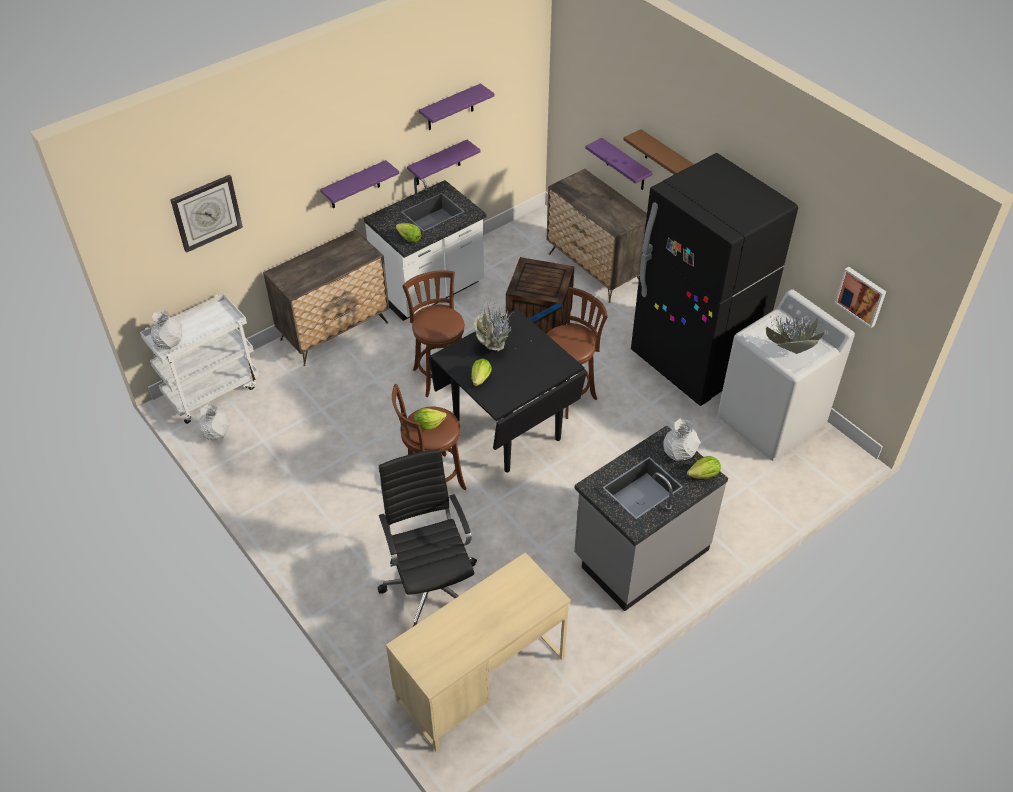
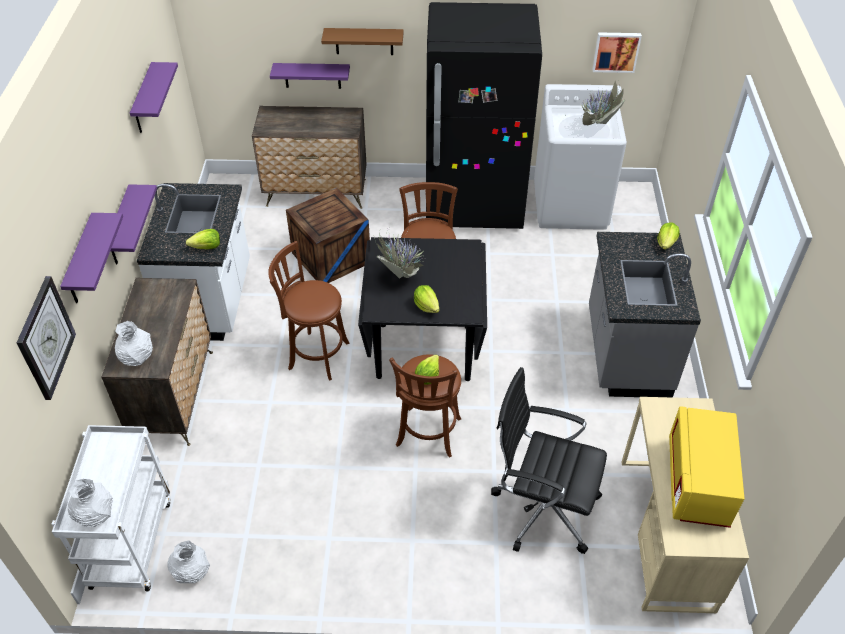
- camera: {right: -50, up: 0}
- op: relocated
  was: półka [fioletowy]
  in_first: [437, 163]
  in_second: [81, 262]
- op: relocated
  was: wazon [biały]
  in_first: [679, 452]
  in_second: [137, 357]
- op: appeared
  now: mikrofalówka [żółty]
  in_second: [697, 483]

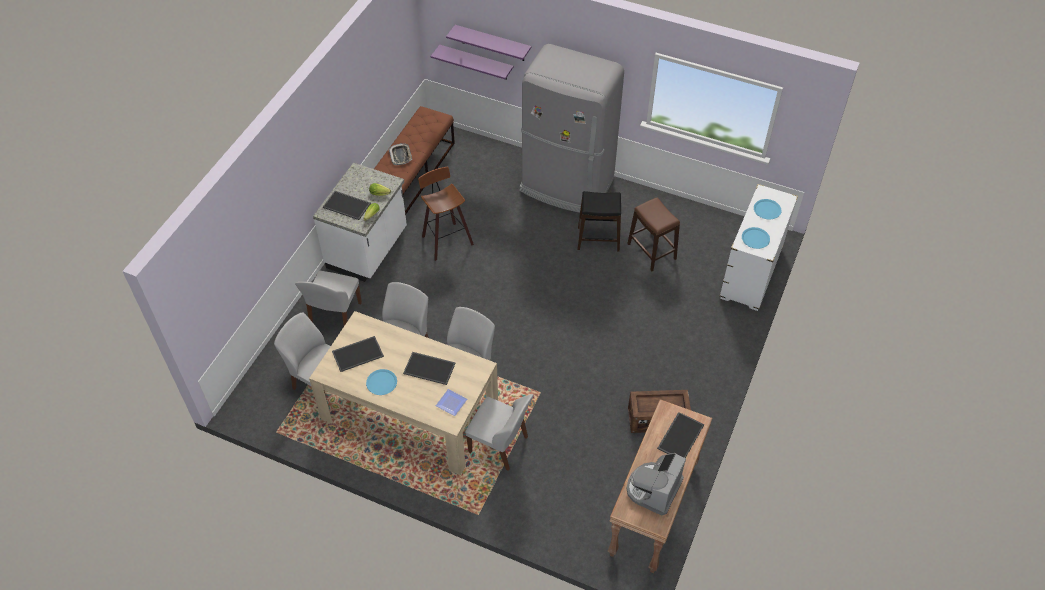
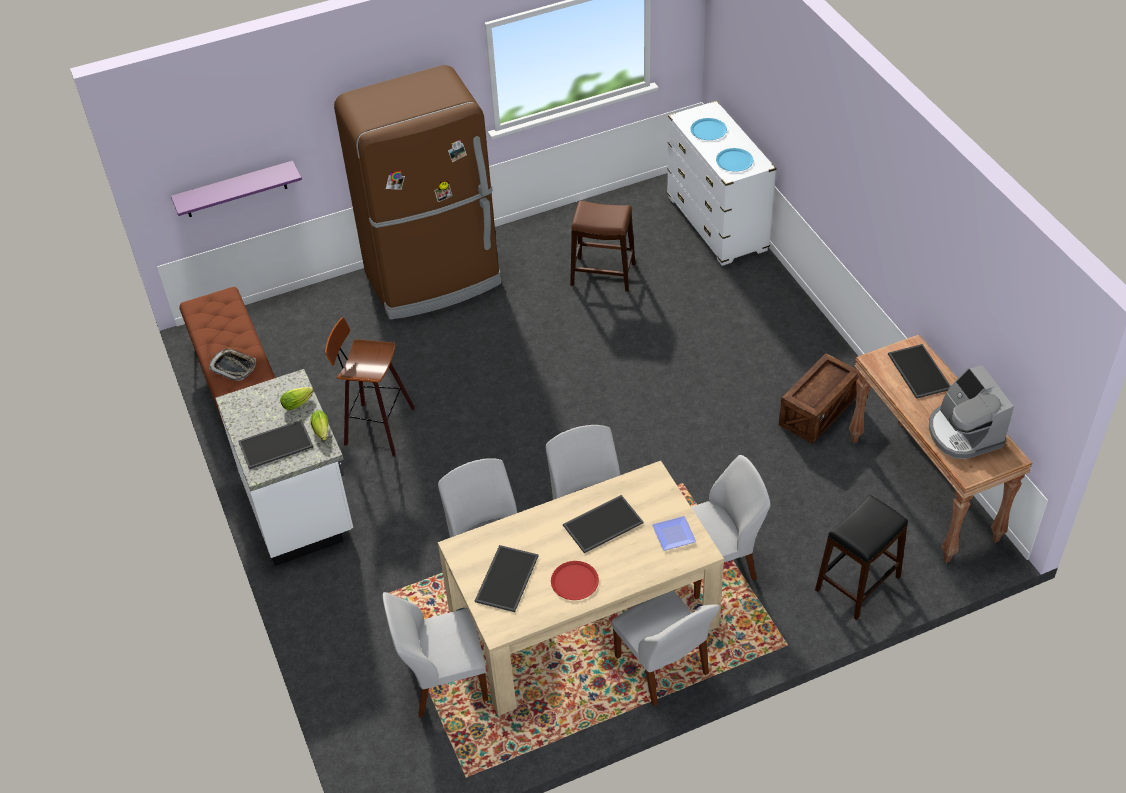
- camera: {right: -45, up: -5}
- op: colour
  was: lodówka [szary]
  now: lodówka [brązowy]
  in_first: [567, 186]
  in_second: [434, 279]
- op: colour
  was: talerz [niebieski]
  now: talerz [czerwony]
  in_first: [381, 382]
  in_second: [574, 581]
- op: relocated
  was: krzesło [biały]
  in_first: [335, 315]
  in_second: [663, 667]
- op: relocated
  was: stołek [czarny]
  in_first: [598, 239]
  in_second: [857, 583]
- op: missing
  was: półka [fioletowy]
  in_first: [493, 43]

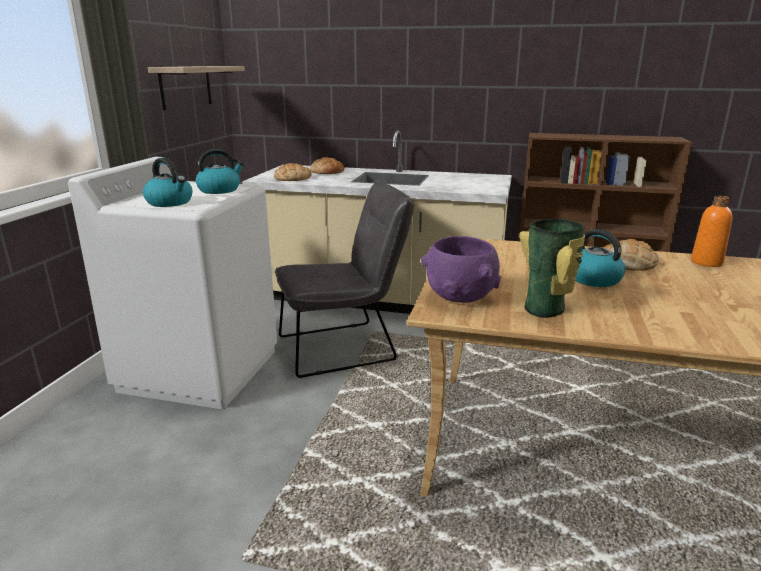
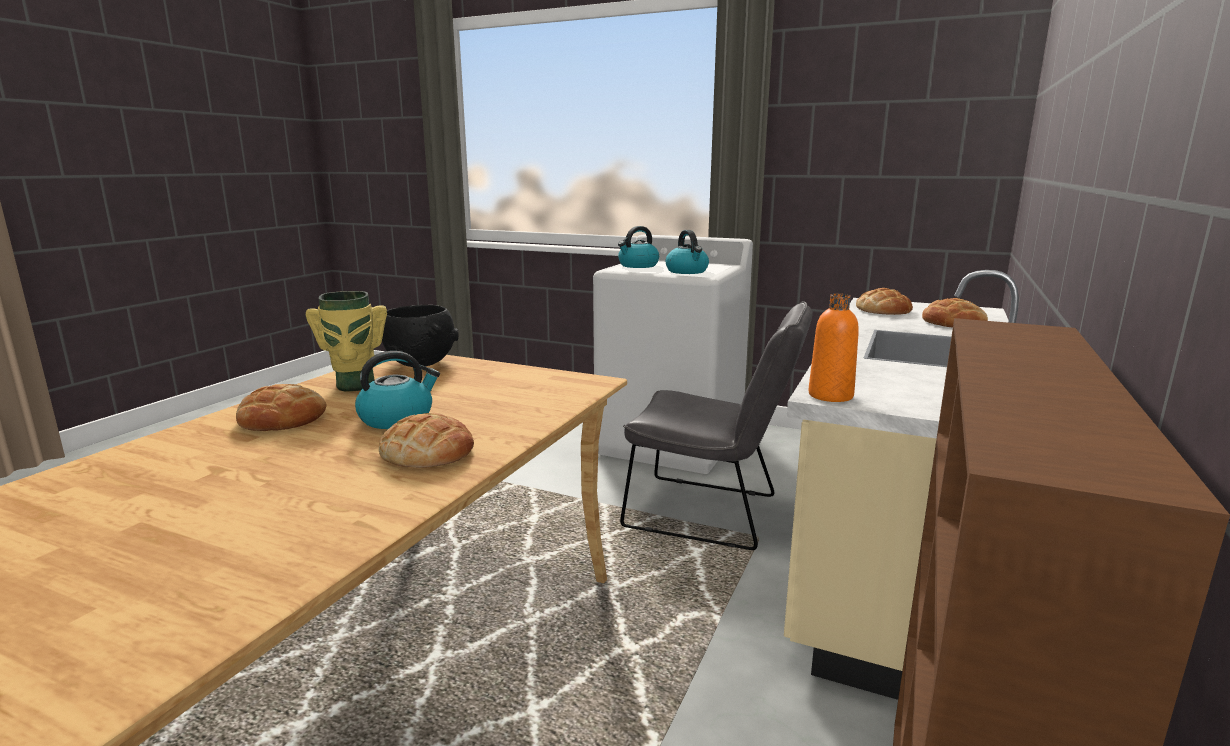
- camera: {right: 100, up: -5}
- op: appeared
  now: chleb
  in_second: [282, 418]
- op: colour
  was: miska [fioletowy]
  now: miska [czarny]
  in_first: [459, 297]
  in_second: [421, 363]
- op: spun
  was: krzesło [szary]
  in_first: [345, 347]
  in_second: [712, 514]
  clockwise: -60
- op: relocated
  was: butelka [pomarańczowy]
  in_first: [706, 262]
  in_second: [830, 395]
- op: missing
  was: półka
  in_first: [185, 86]

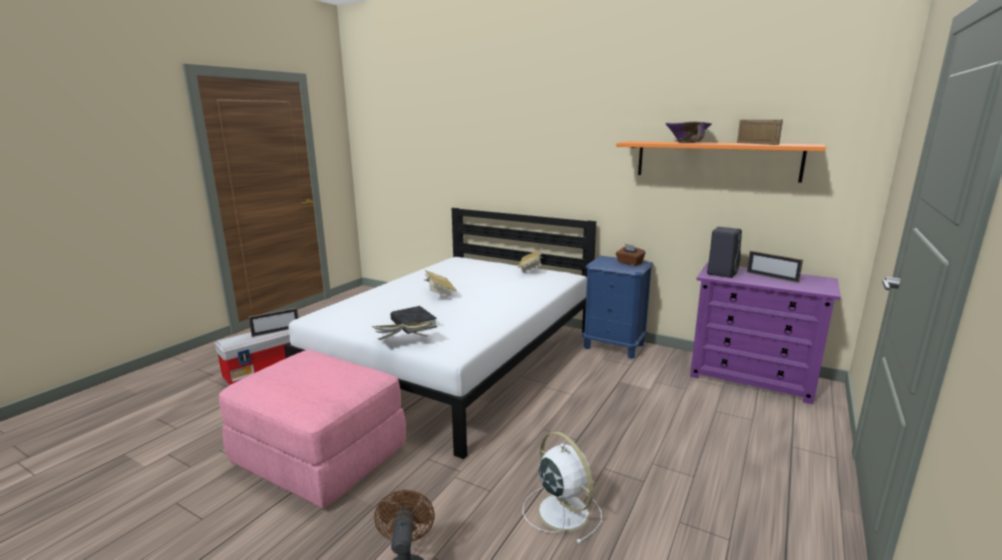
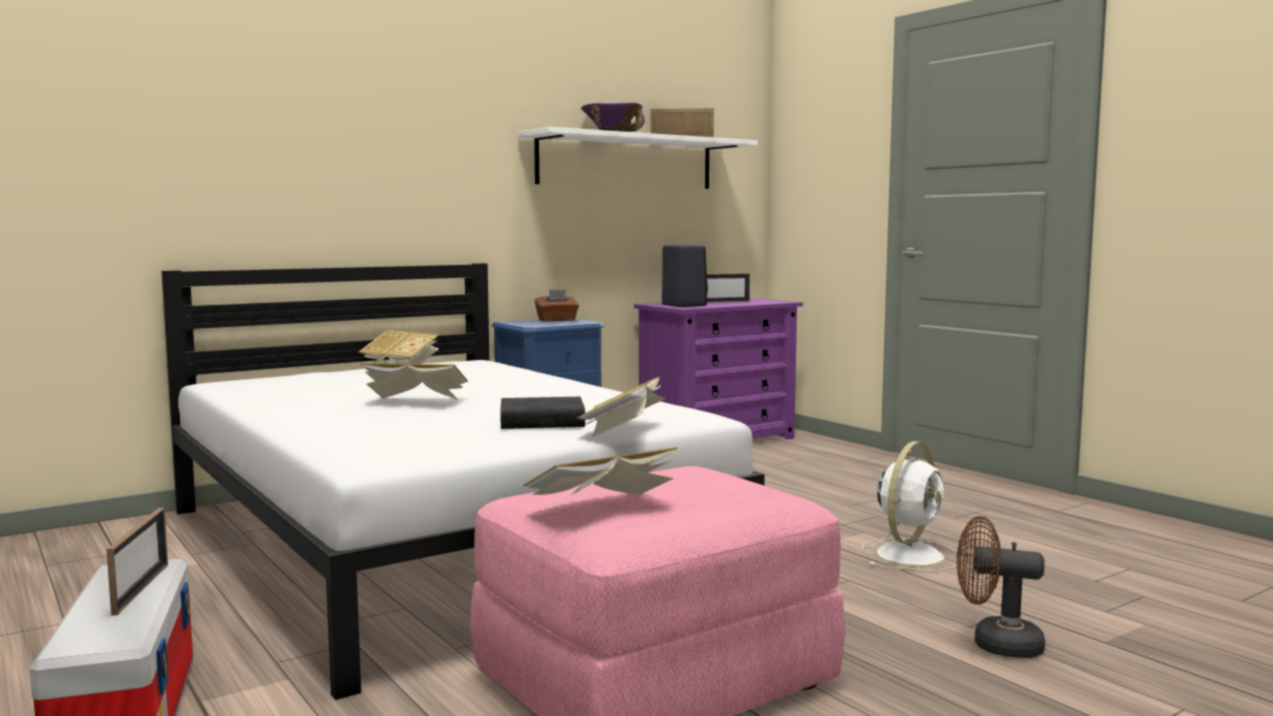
- camera: {right: -65, up: -10}
- op: colour
  was: półka [pomarańczowy]
  now: półka [biały]
  in_first: [716, 160]
  in_second: [626, 162]
- op: appeared
  now: książka
  in_second: [603, 509]
- op: spun
  was: wentylator [biały]
  in_first: [561, 510]
  in_second: [911, 555]
  clockwise: 135

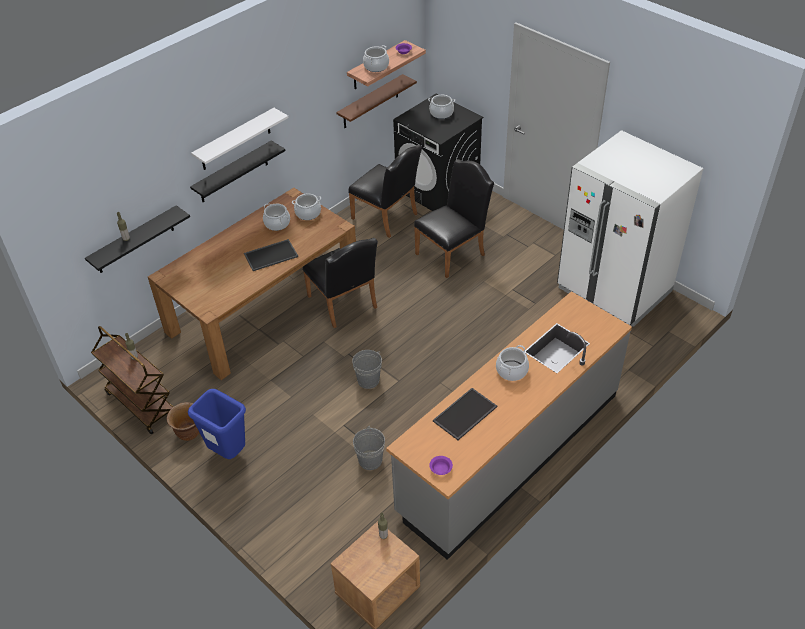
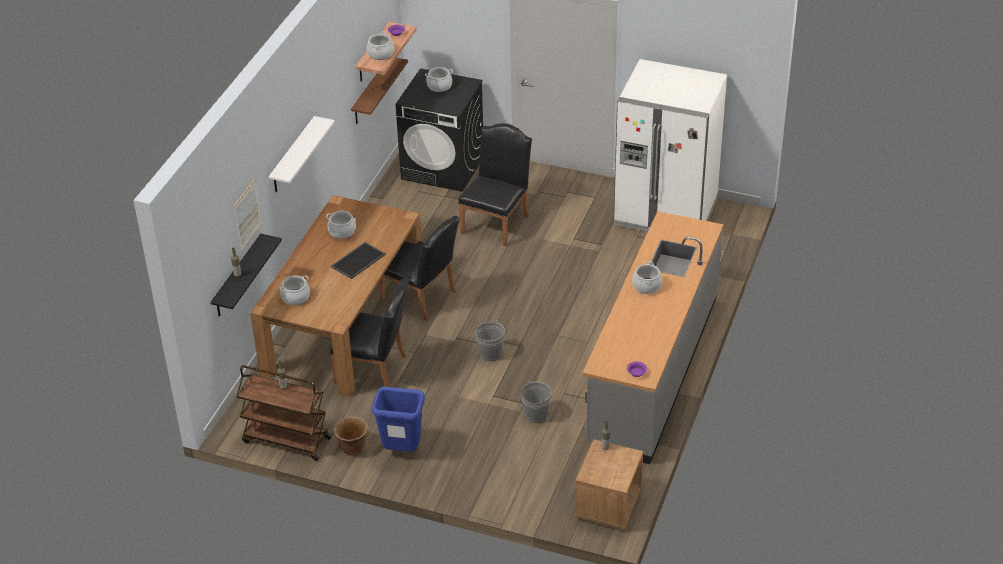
- camera: {right: -25, up: -5}
- op: appeared
  now: obraz
  in_second: [247, 215]
- op: relocated
  was: garnek
  in_first: [308, 213]
  in_second: [296, 297]
- op: relocated
  was: krzesło [czarny]
  in_first: [387, 218]
  in_second: [375, 370]
- op: missing
  was: półka [czarny]
  in_first: [233, 172]
- op: missing
  was: taca
  in_first: [465, 415]

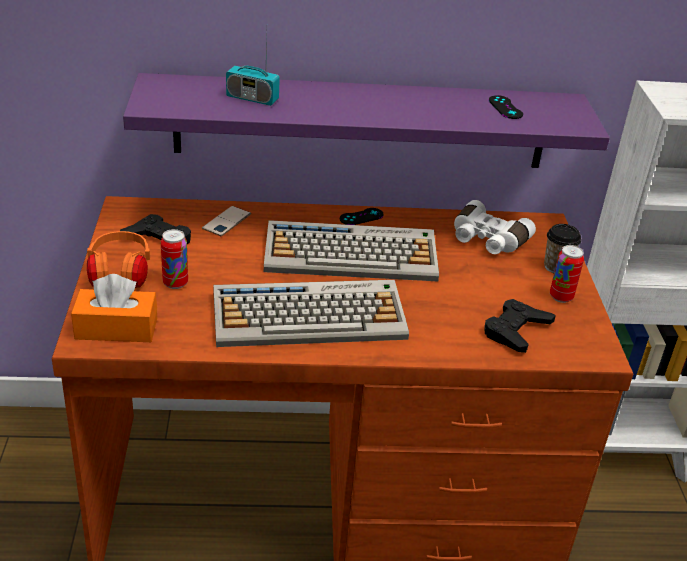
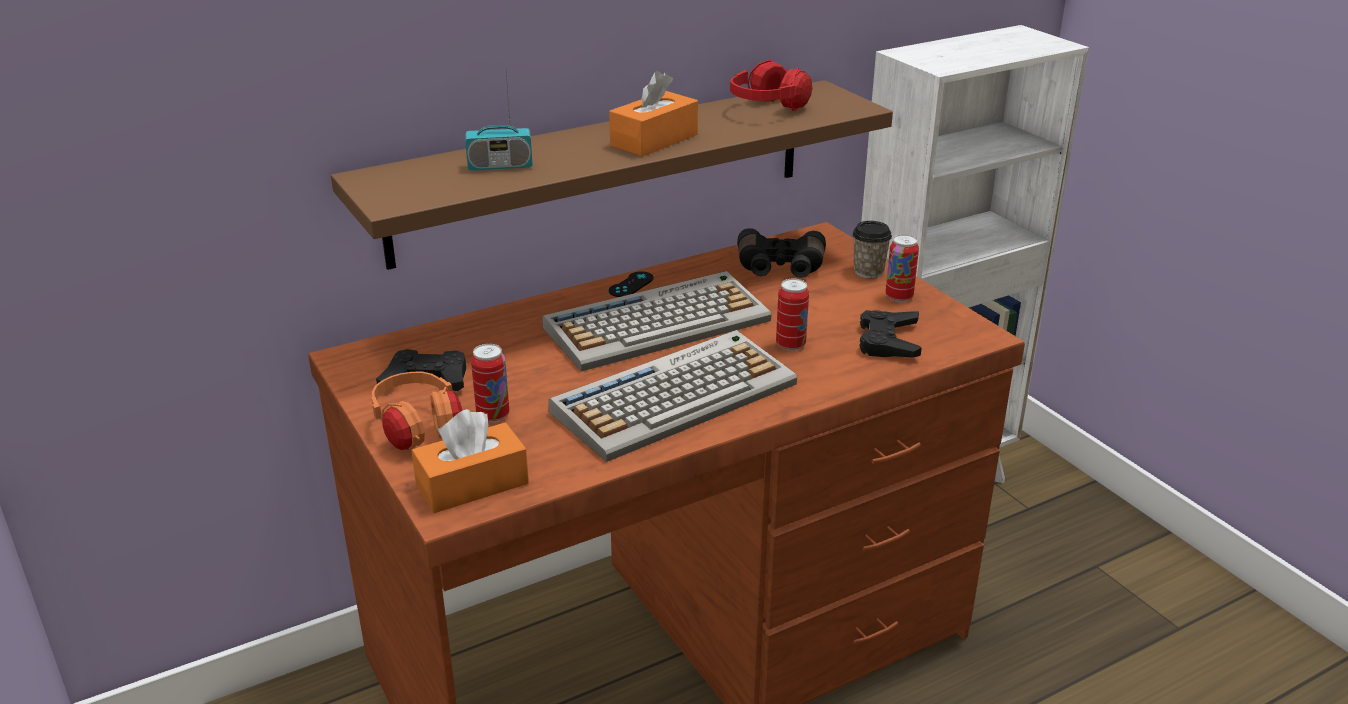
- camera: {right: -25, up: -5}
- op: colour
  was: półka [fioletowy]
  now: półka [brązowy]
  in_first: [361, 122]
  in_second: [603, 171]
- op: appeared
  now: pudełko chusteczek [pomarańczowy]
  in_second: [654, 140]
- op: exchanged
  was: pad do gier [czarny]
  now: słuchawki [czerwony]
  in_first: [505, 107]
  in_second: [769, 109]
- op: colour
  was: lornetka [biały]
  now: lornetka [czarny]
  in_first: [487, 240]
  in_second: [780, 268]
- op: appeared
  now: puszka
  in_second: [790, 345]
- op: missing
  was: telefon
  in_first: [226, 221]

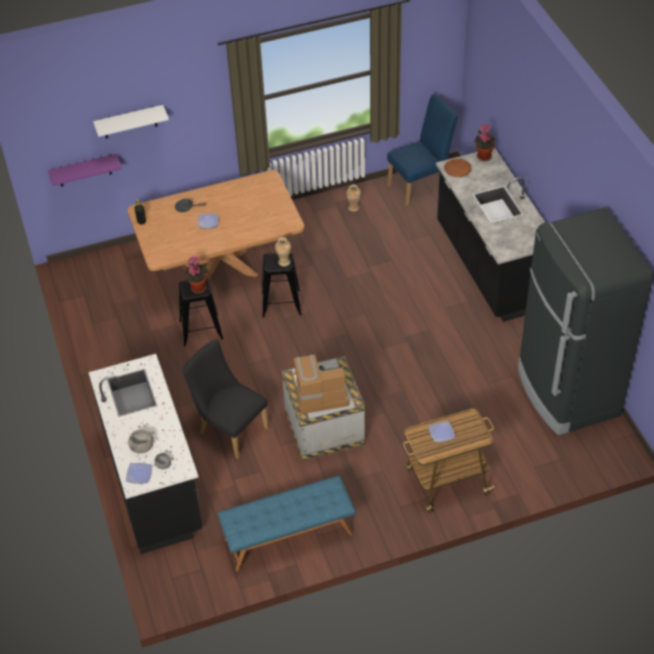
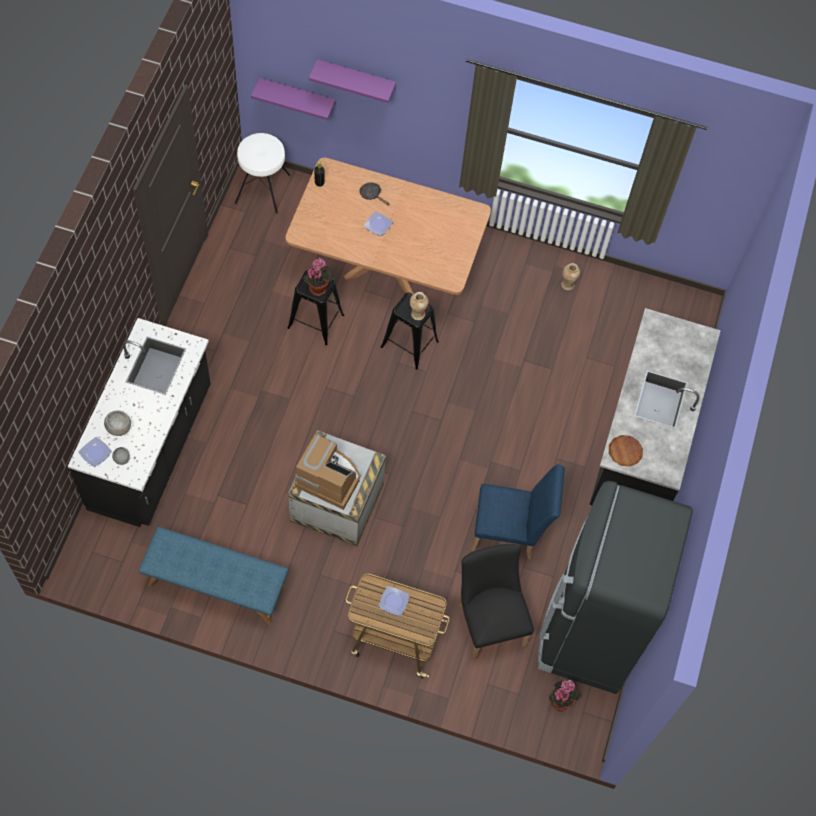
- camera: {right: 30, up: 15}
- op: appeared
  now: stołek [biały]
  in_second: [263, 189]
- op: colour
  was: półka [biały]
  now: półka [fioletowy]
  in_first: [130, 122]
  in_second: [356, 79]
- op: relocated
  was: krzesło [czarny]
  in_first: [229, 428]
  in_second: [489, 620]
- op: relocated
  was: krzesło [niebieski]
  in_first: [421, 186]
  in_second: [509, 534]
- op: relocated
  was: roślina doniczkowa
  in_first: [483, 156]
  in_second: [560, 700]
- op: relocated
  was: talerz [brązowy]
  in_first: [457, 169]
  in_second: [625, 452]

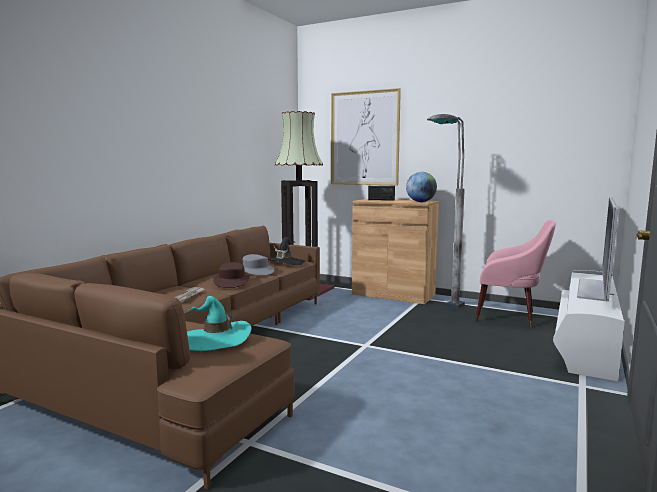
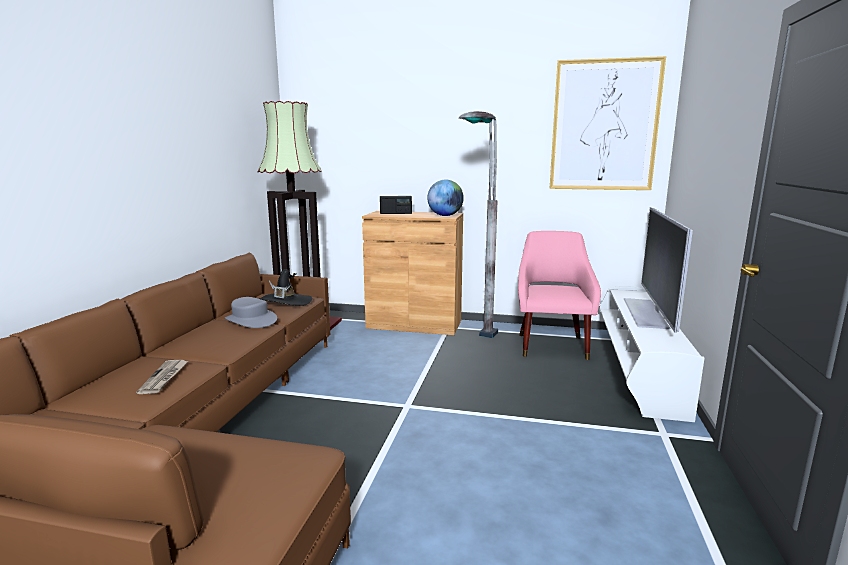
- camera: {right: -15, up: 5}
- op: spun
  was: fotel [różowy]
  in_first: [510, 317]
  in_second: [552, 344]
  clockwise: -90
- op: relocated
  was: obraz
  in_first: [364, 138]
  in_second: [604, 126]
- op: missing
  was: kapelusz [turkusowy]
  in_first: [215, 340]
- op: missing
  was: kapelusz [brązowy]
  in_first: [231, 282]

